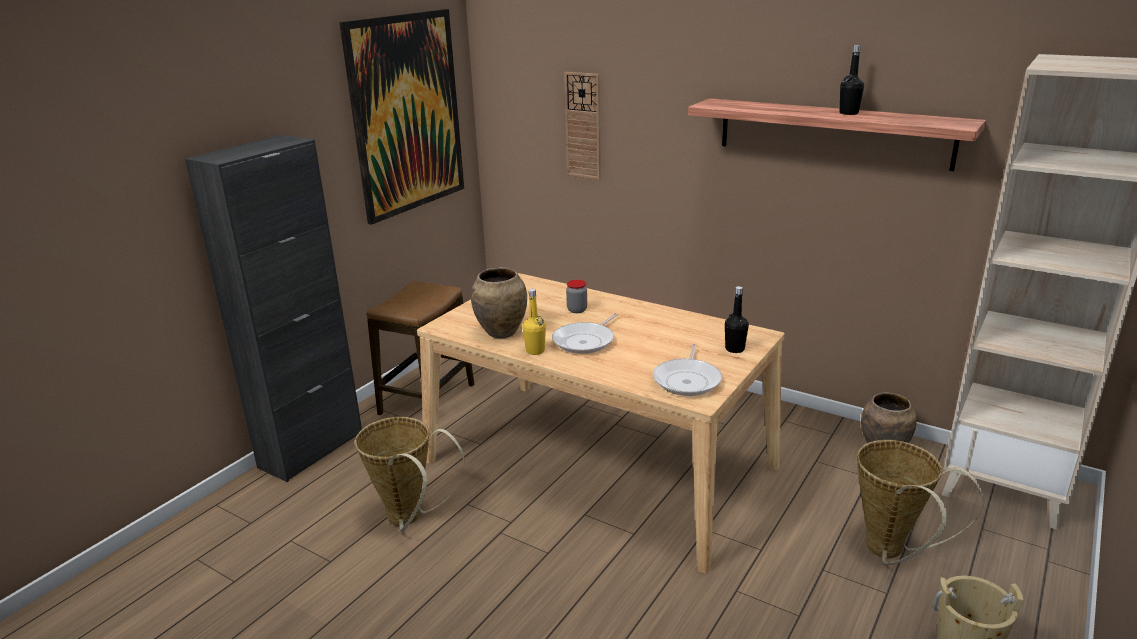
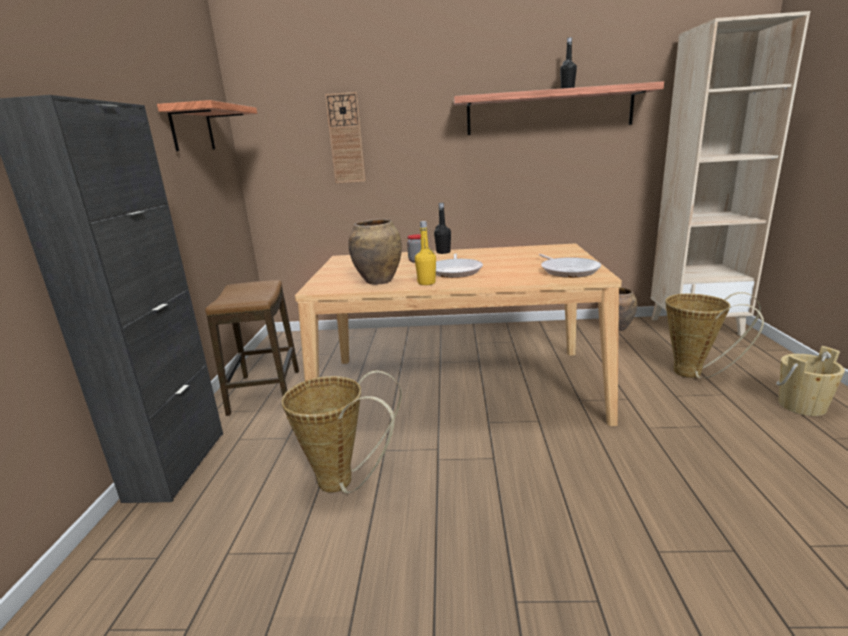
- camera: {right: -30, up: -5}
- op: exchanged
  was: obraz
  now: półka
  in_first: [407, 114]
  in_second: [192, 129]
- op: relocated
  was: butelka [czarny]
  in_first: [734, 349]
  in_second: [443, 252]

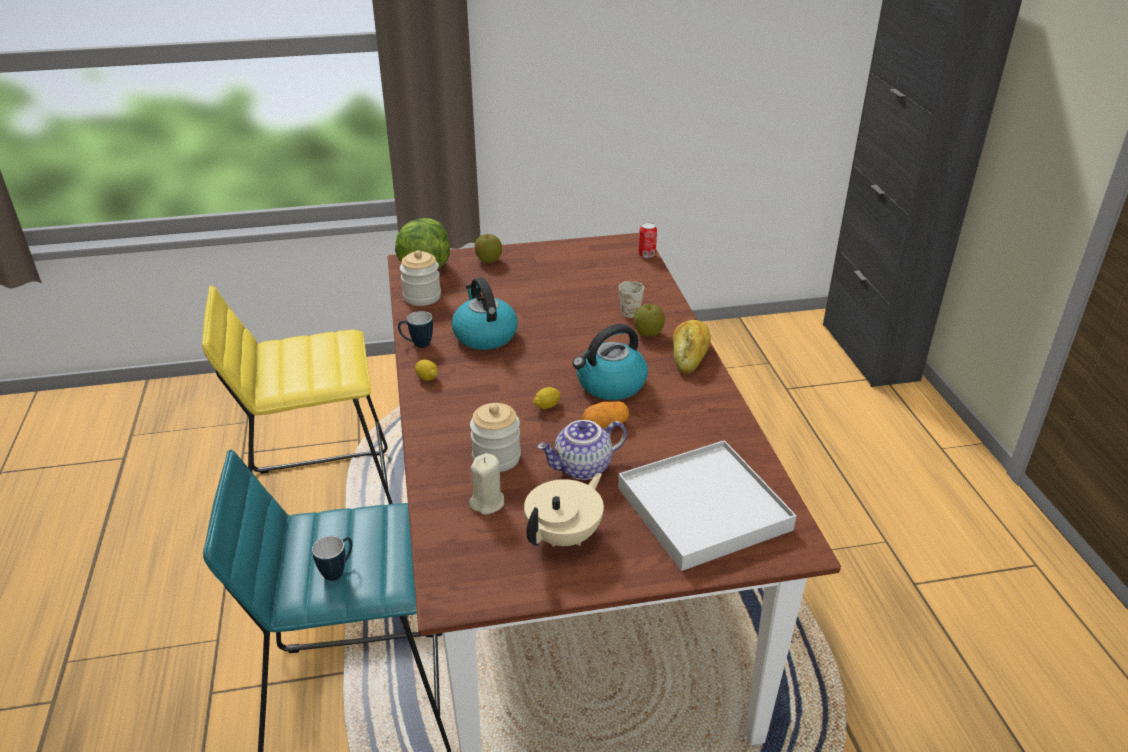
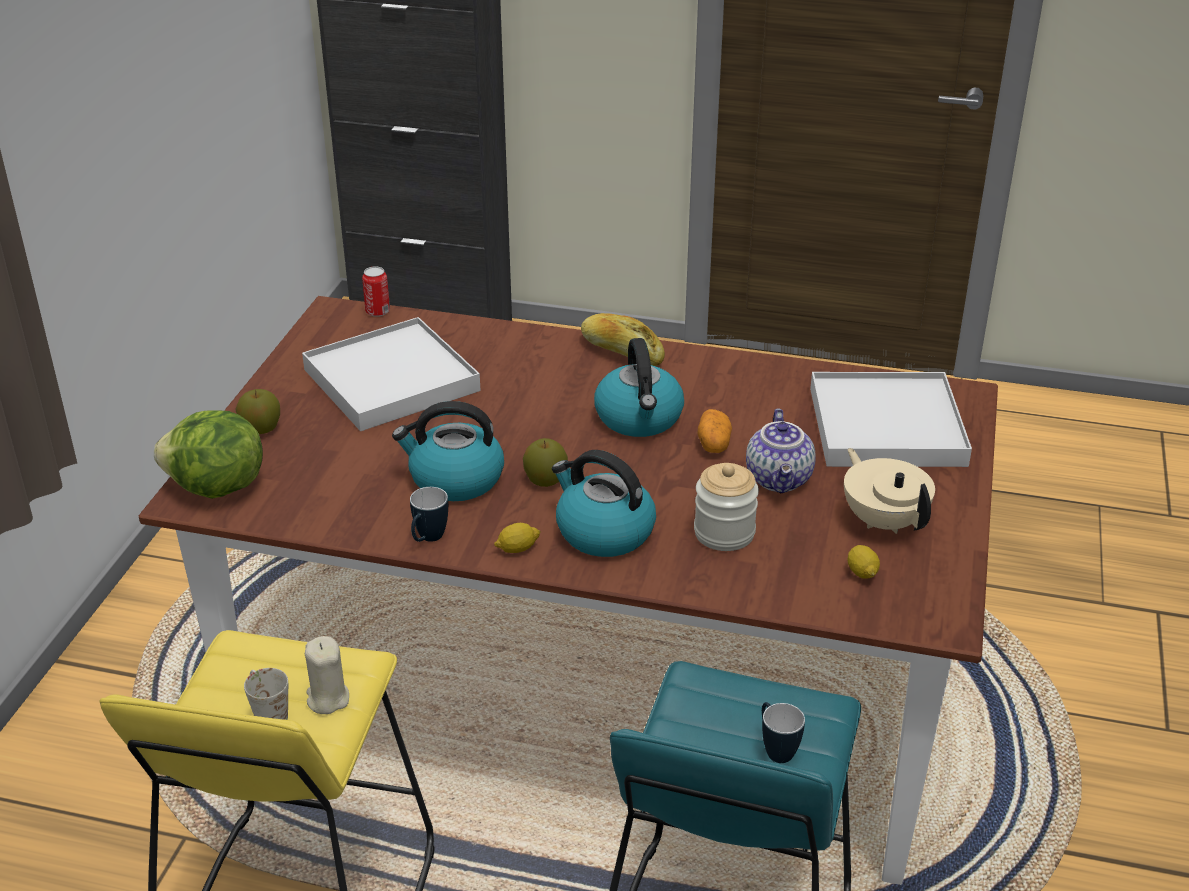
- camera: {right: -65, up: 0}
- op: relocated
  was: kubek [biały]
  in_first: [632, 310]
  in_second: [267, 713]
- op: appeared
  now: taca [biały]
  in_second: [390, 380]
- op: relocated
  was: świeca [beżowy]
  in_first: [487, 502]
  in_second: [327, 698]
- op: relocated
  was: jabłko
  in_first: [648, 333]
  in_second: [545, 480]
- op: appeared
  now: czajnik
  in_second: [603, 532]
- op: relocated
  was: cytryna
  in_first: [547, 406]
  in_second: [861, 572]
- op: missing
  was: słoik
  in_first: [422, 297]

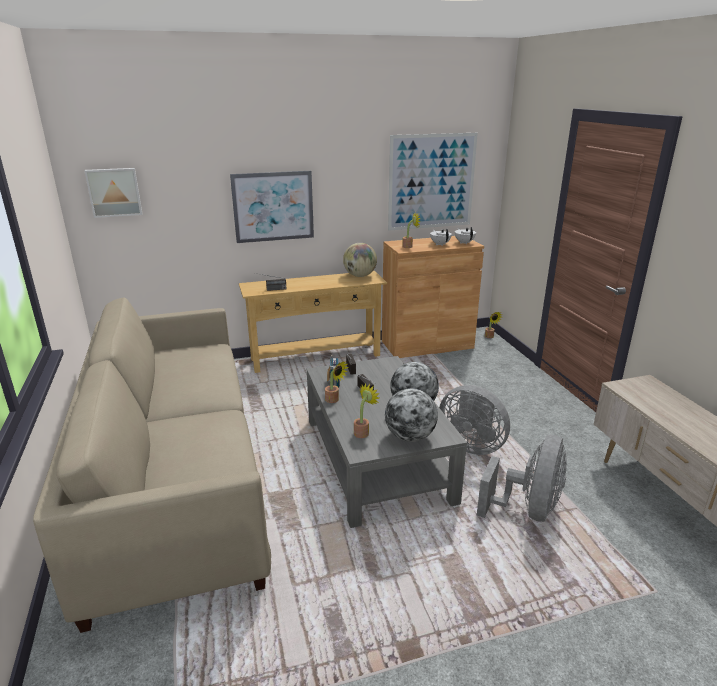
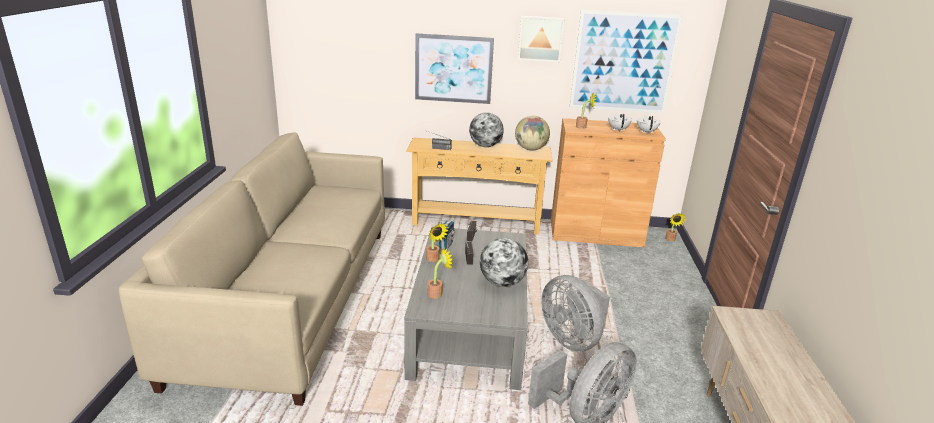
- camera: {right: 20, up: 0}
- op: relocated
  was: globus
  in_first: [410, 437]
  in_second: [485, 146]
- op: relocated
  was: obraz
  in_first: [114, 192]
  in_second: [540, 38]

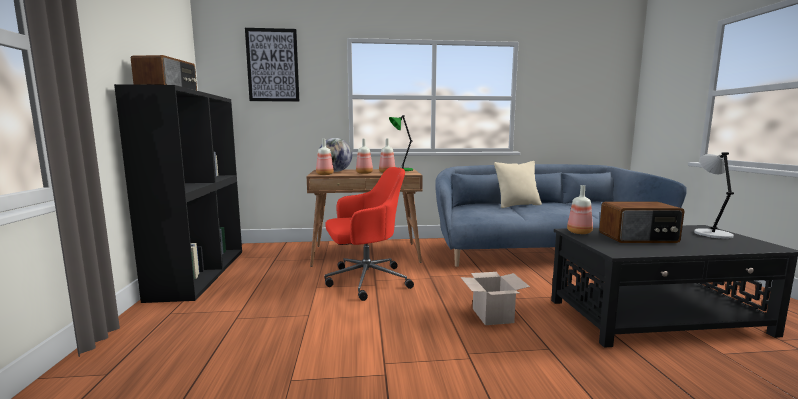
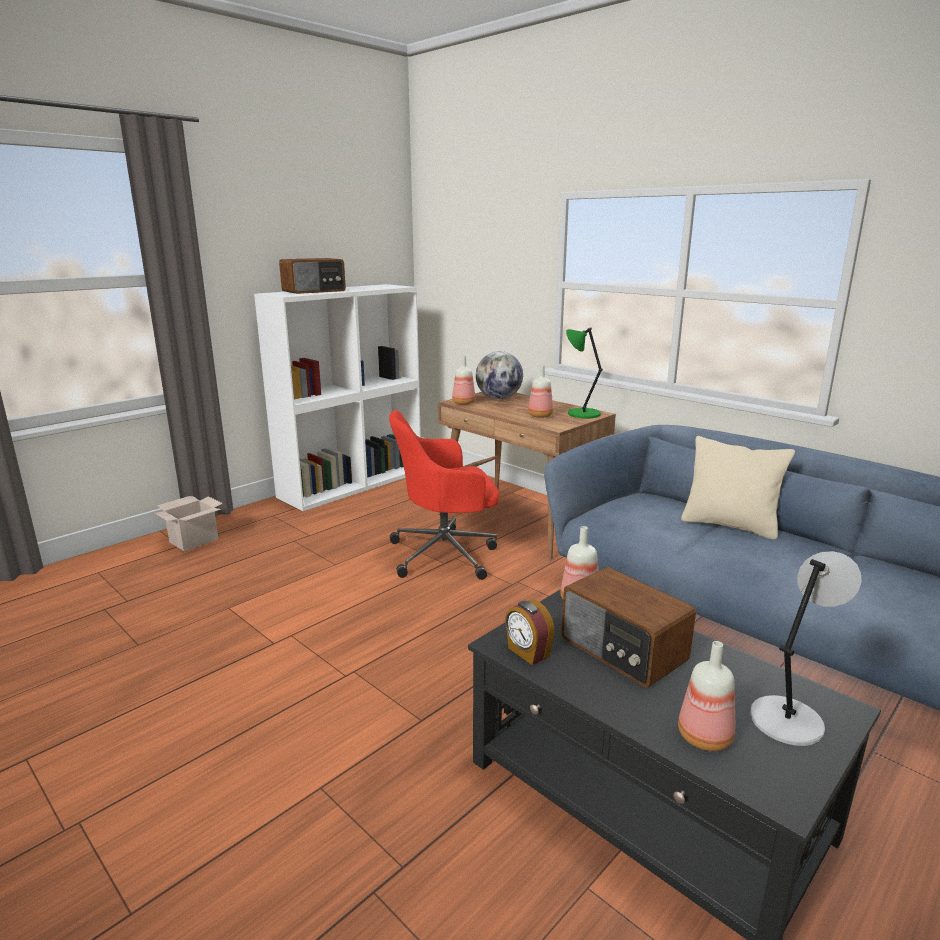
- camera: {right: 50, up: 10}
- op: relocated
  was: karton
  in_first: [491, 315]
  in_second: [194, 540]
- op: colour
  was: regał [czarny]
  now: regał [biały]
  in_first: [199, 273]
  in_second: [352, 483]
- op: spun
  was: krzesło biurowe [czerwony]
  in_first: [365, 280]
  in_second: [446, 554]
  clockwise: 135
- op: appeared
  now: budzik
  in_second: [527, 652]
- op: relocated
  was: butelka
  in_first: [364, 173]
  in_second: [706, 737]
- op: missing
  was: obraz
  in_first: [273, 65]

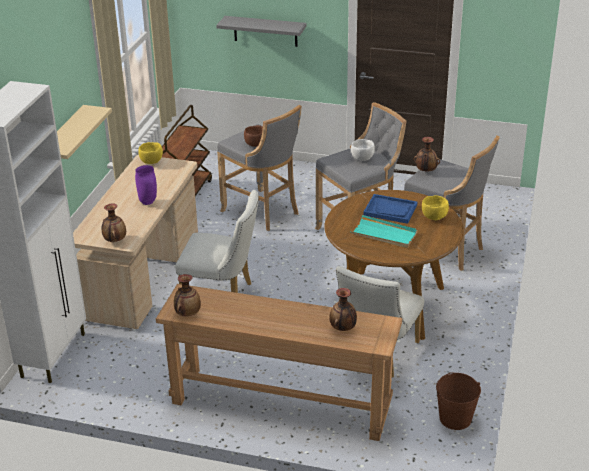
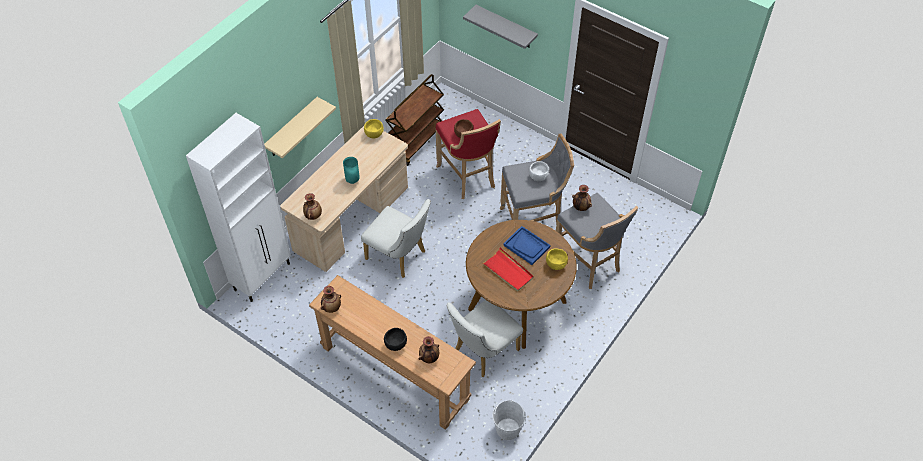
- camera: {right: 20, up: 20}
- op: colour
  was: wazon [fioletowy]
  now: wazon [turkusowy]
  in_first: [147, 202]
  in_second: [352, 181]
- op: appeared
  now: miska [czarny]
  in_second: [396, 345]
- op: colour
  was: stołek [szary]
  now: stołek [czerwony]
  in_first: [263, 212]
  in_second: [468, 177]
- op: colour
  was: taca [turkusowy]
  now: taca [czerwony]
  in_first: [384, 234]
  in_second: [508, 271]
- op: colour
  was: wiadro [brązowy]
  now: wiadro [biały]
  in_first: [455, 418]
  in_second: [508, 429]

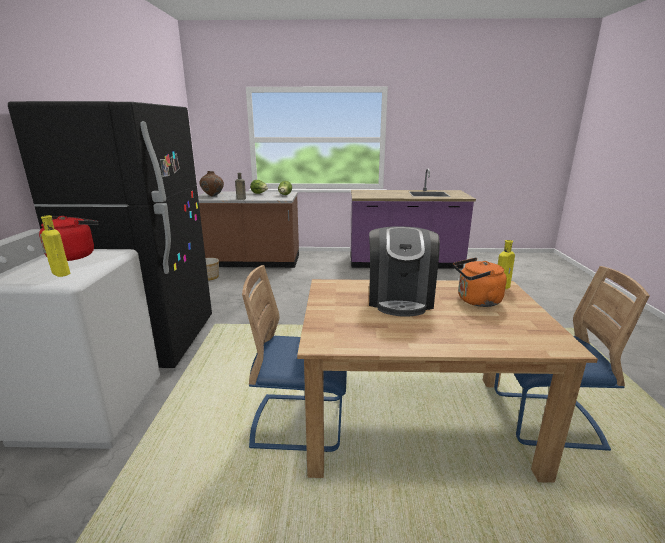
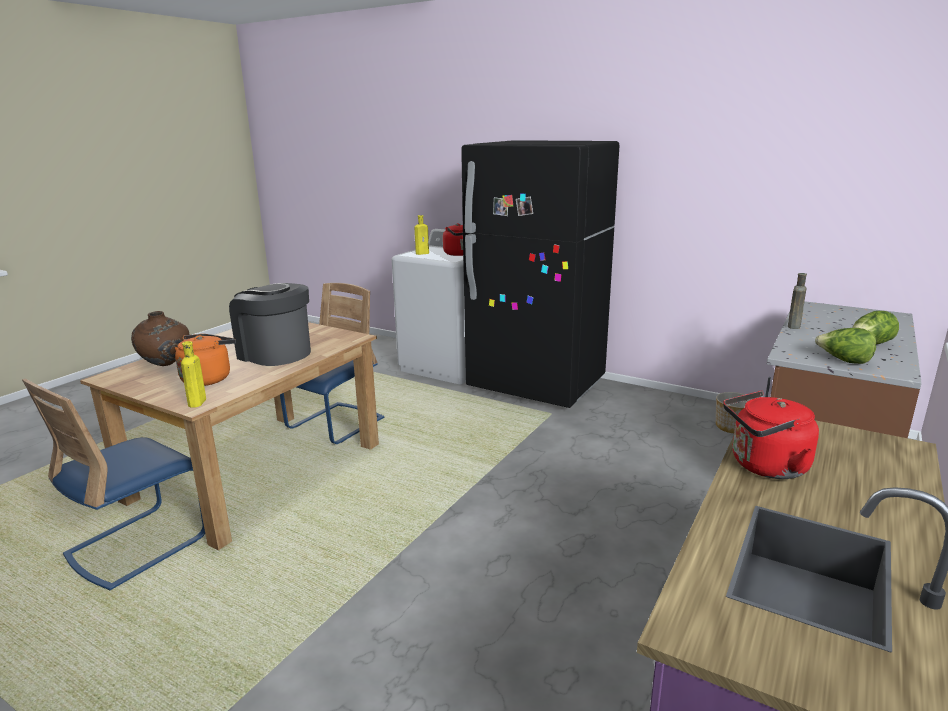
- camera: {right: 120, up: 0}
- op: relocated
  was: wazon [brązowy]
  in_first: [212, 196]
  in_second: [166, 365]
- op: appeared
  now: czajnik [czerwony]
  in_second: [765, 466]

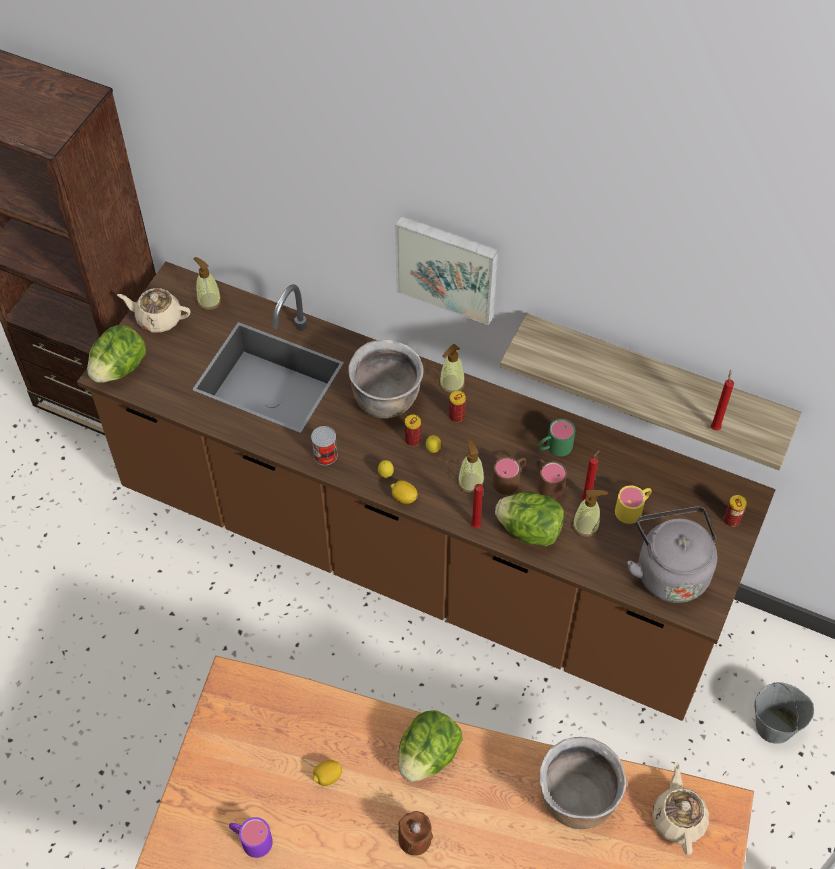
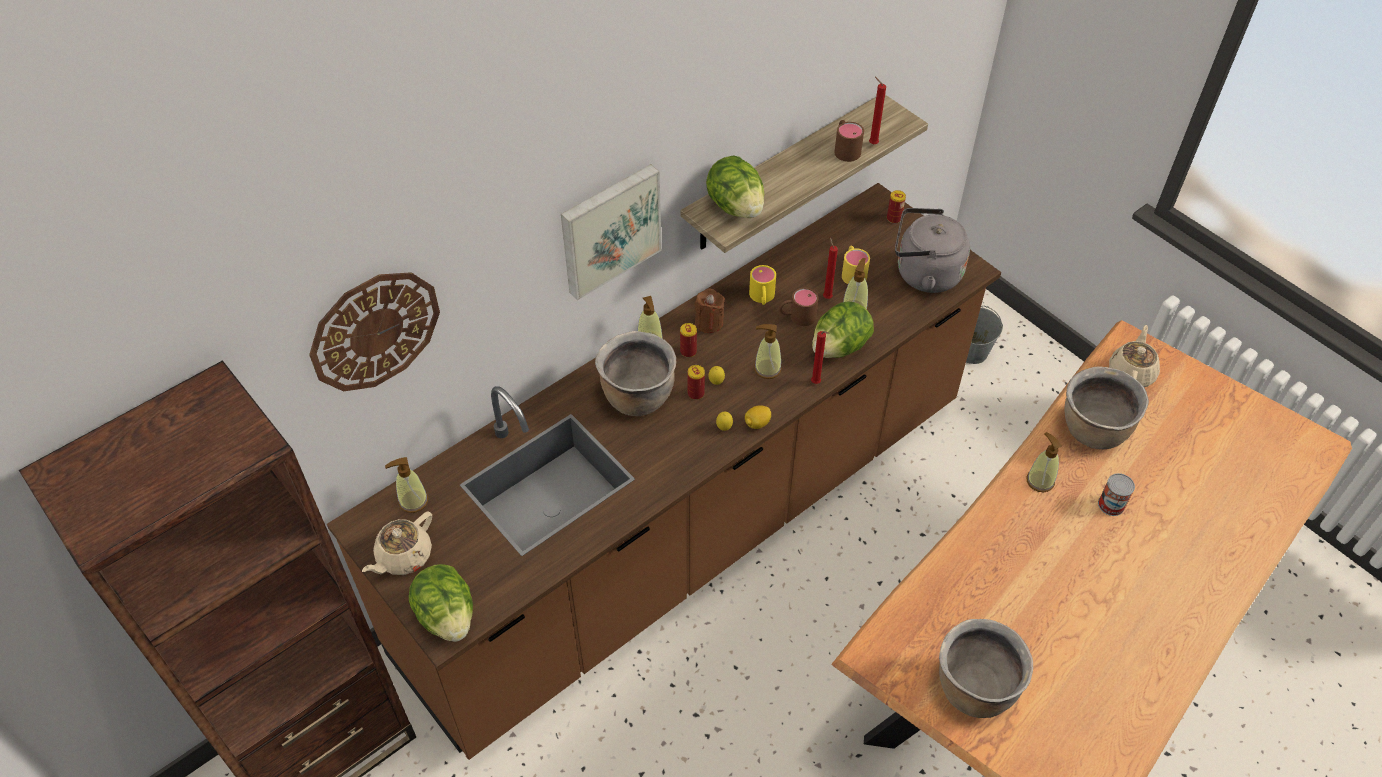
- camera: {right: -65, up: -5}
- op: appeared
  now: zegar ścienny
  in_second: [375, 330]
- op: relocated
  was: świeca [brązowy]
  in_first: [414, 839]
  in_second: [709, 322]
- op: relocated
  was: sałata
  in_first: [428, 755]
  in_second: [736, 207]
- op: colour
  was: kubek [zielony]
  now: kubek [żółty]
  in_first: [554, 447]
  in_second: [762, 298]
- op: relocated
  was: kubek [brązowy]
  in_first: [510, 479]
  in_second: [845, 148]
- op: appeared
  now: garnek [brązowy]
  in_second: [974, 688]
- op: appeared
  now: dozownik mydła
  in_second: [1040, 481]
- op: relocated
  was: puszka
  in_first: [325, 455]
  in_second: [1111, 505]
- op: spun
  was: imbryk [beżowy]
  in_first: [678, 818]
  in_second: [1131, 373]
  clockwise: 90
- op: missing
  was: kubek [fioletowy]
  in_first: [251, 839]
- op: missing
  was: cytryna
  in_first: [327, 777]

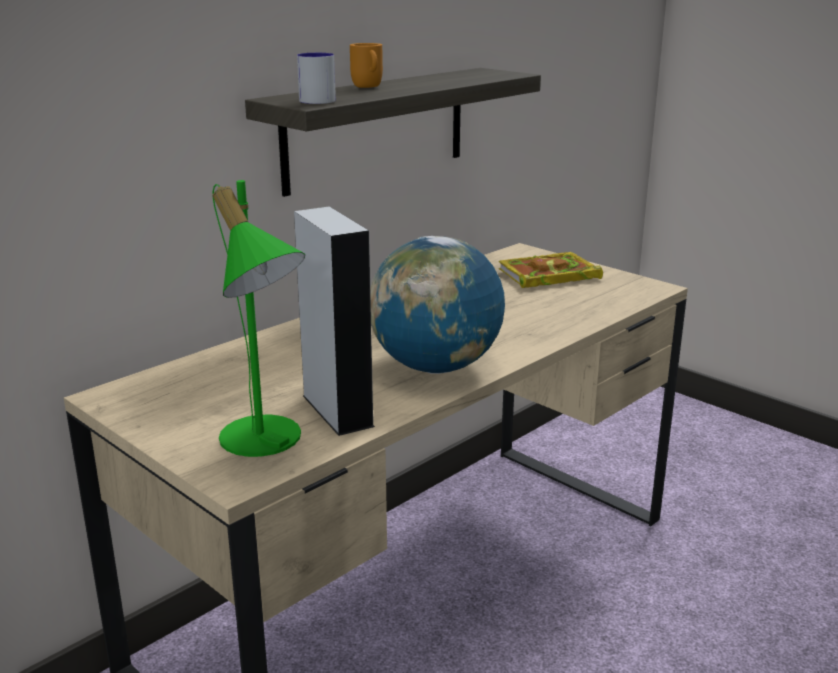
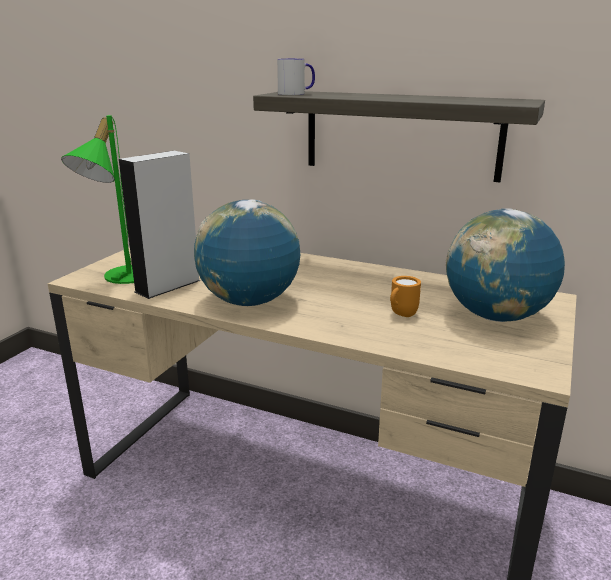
- camera: {right: 70, up: 0}
- op: relocated
  was: kubek [pomarańczowy]
  in_first: [368, 87]
  in_second: [401, 315]
- op: exchanged
  was: książka
  now: globus
  in_first: [547, 276]
  in_second: [496, 316]

